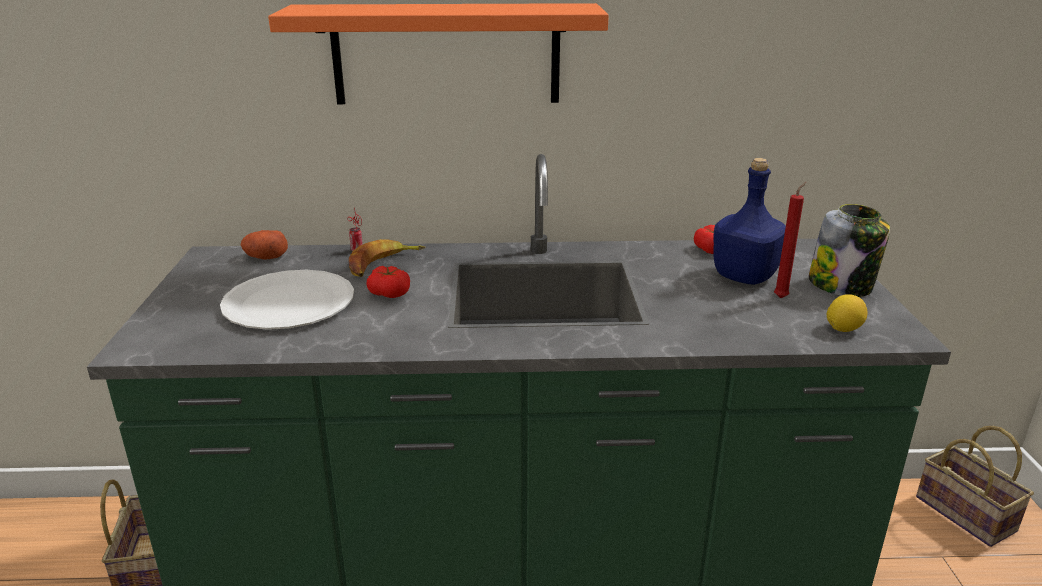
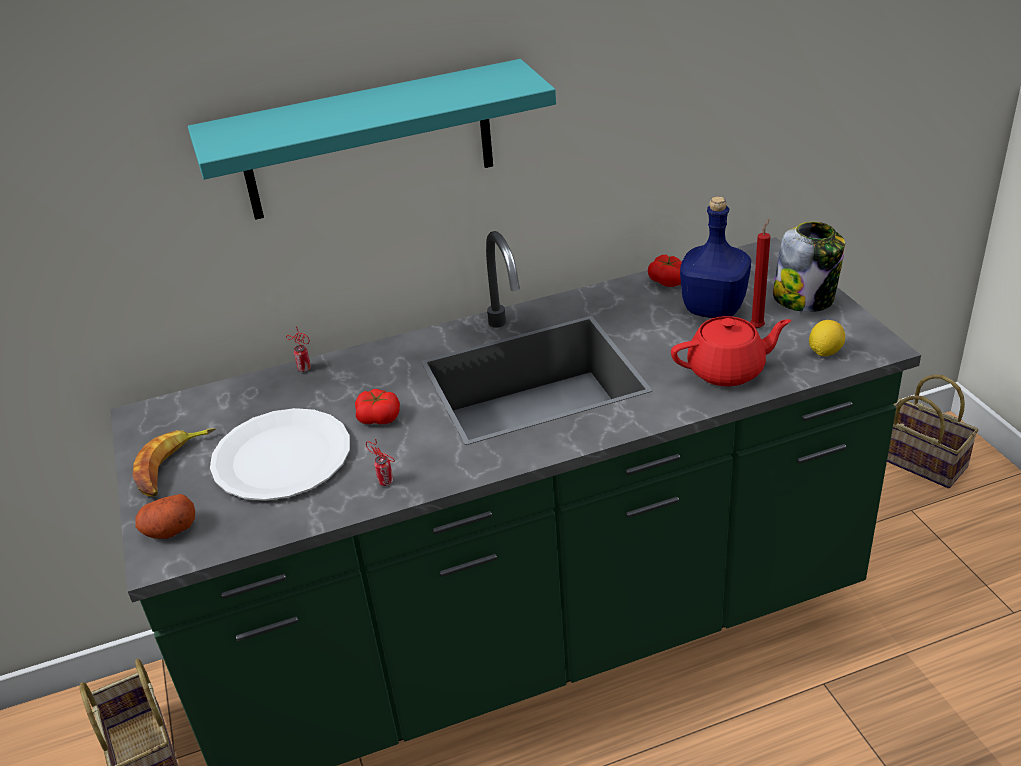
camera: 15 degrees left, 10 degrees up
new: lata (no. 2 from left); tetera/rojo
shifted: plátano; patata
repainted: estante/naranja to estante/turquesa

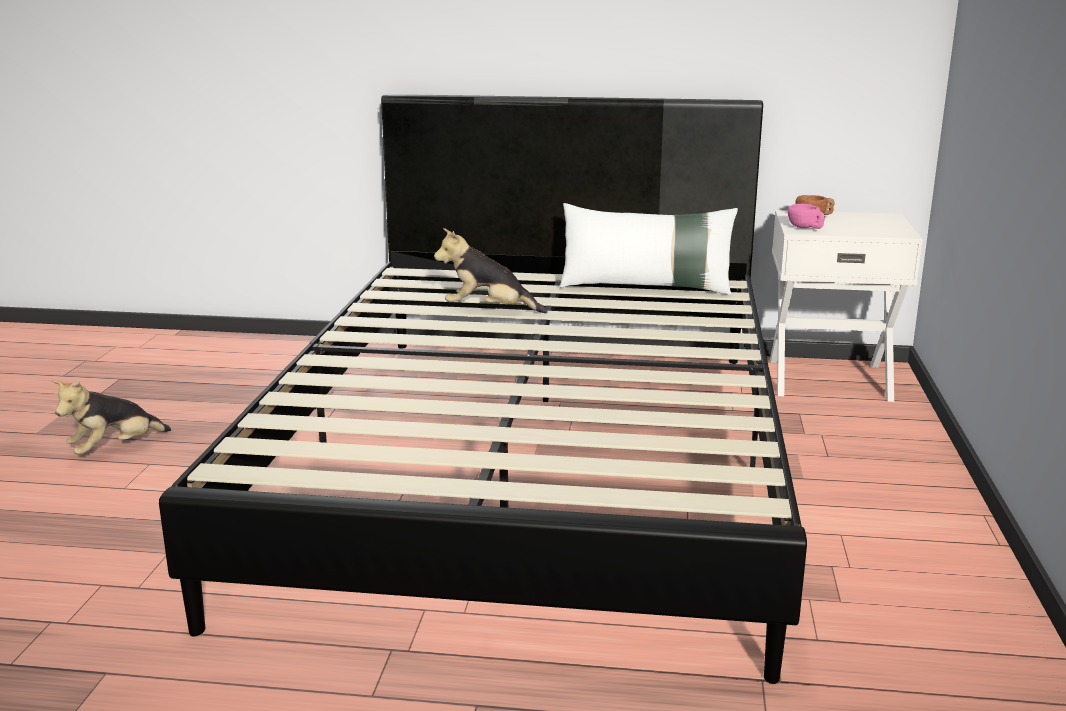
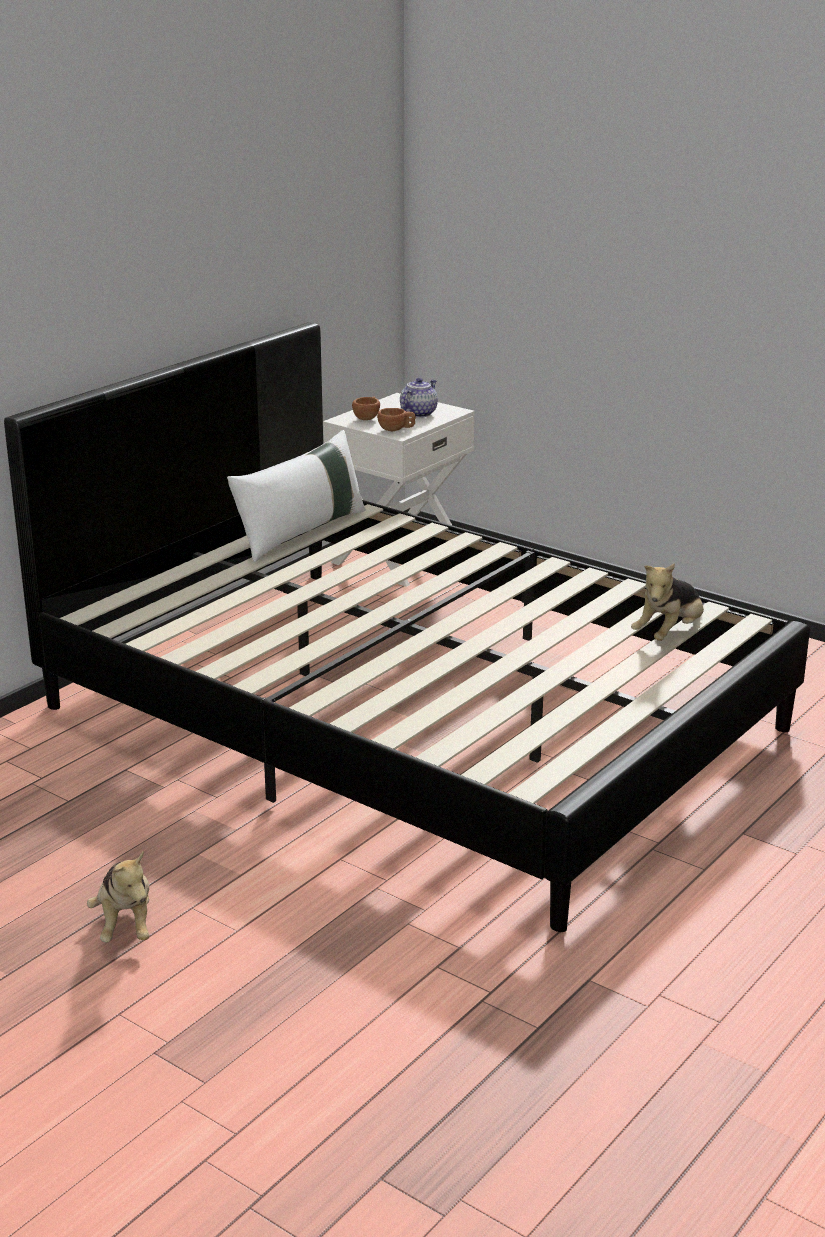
camera: 60 degrees left, 5 degrees up
new: tetera
shifted: peluche (no. 2 from left)
repainted: taza/rosa to taza/marrón (no. 2 from left)

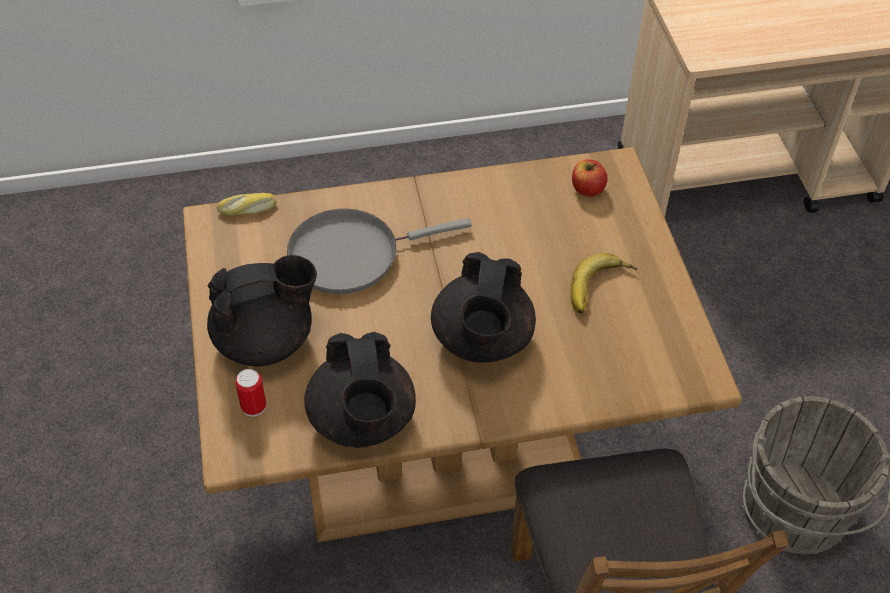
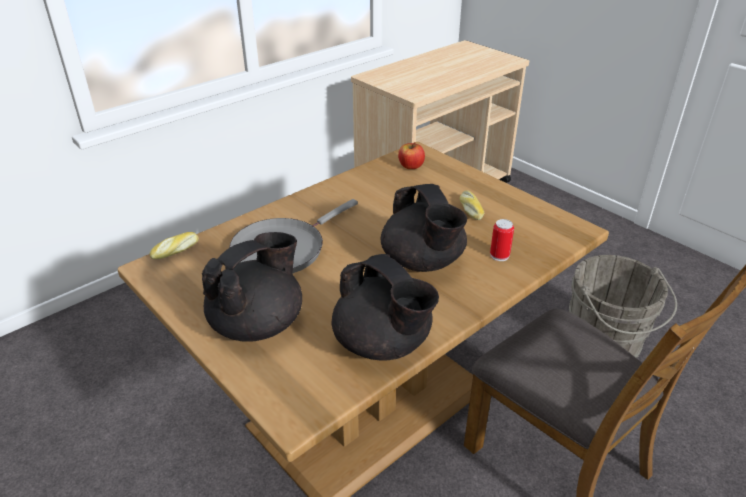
camera: 30 degrees left, 15 degrees down
shifted: lata
swapped: plátano to pan (no. 2 from left)

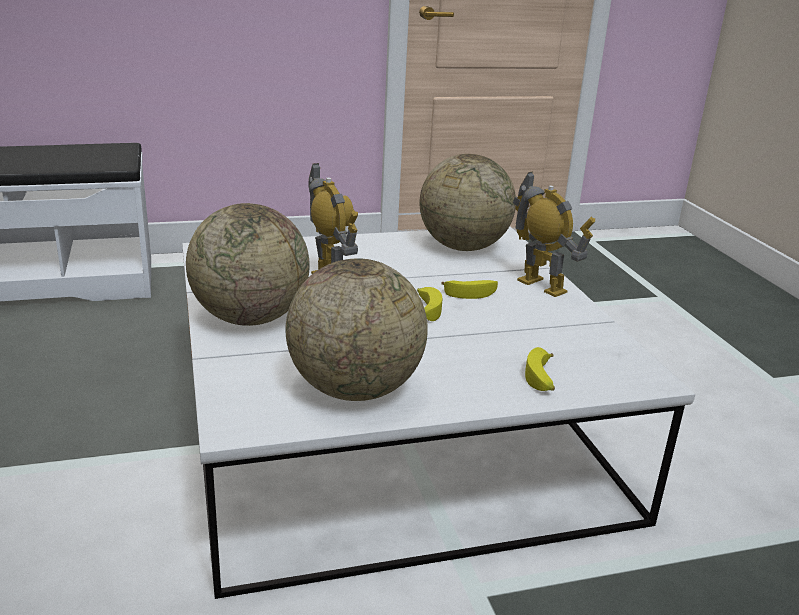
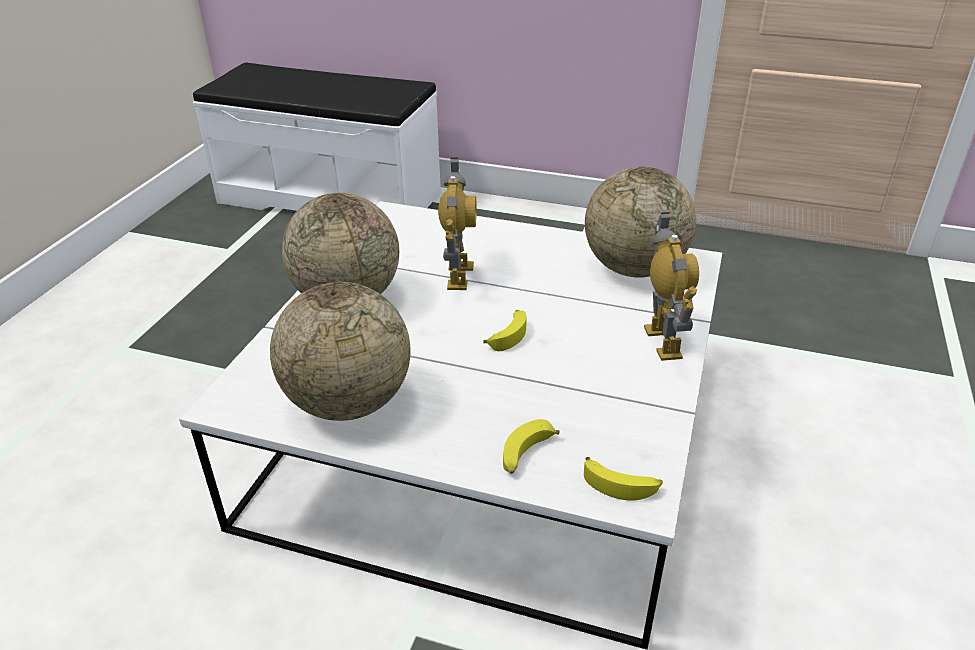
camera: 35 degrees right, 10 degrees up
shifted: plátano (no. 2 from left in the first image) to plátano (no. 3 from left)

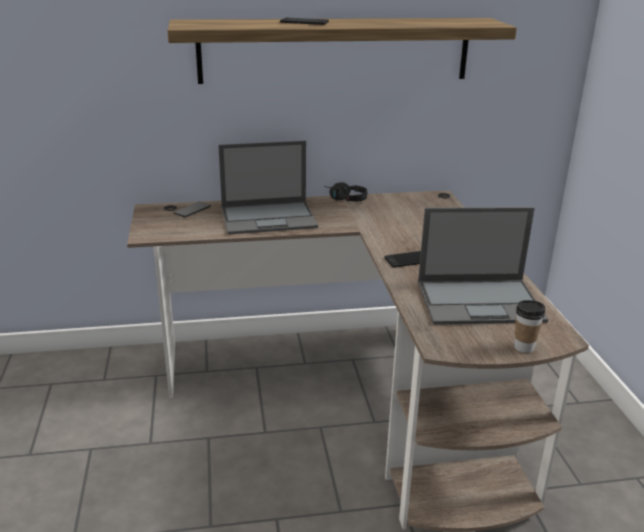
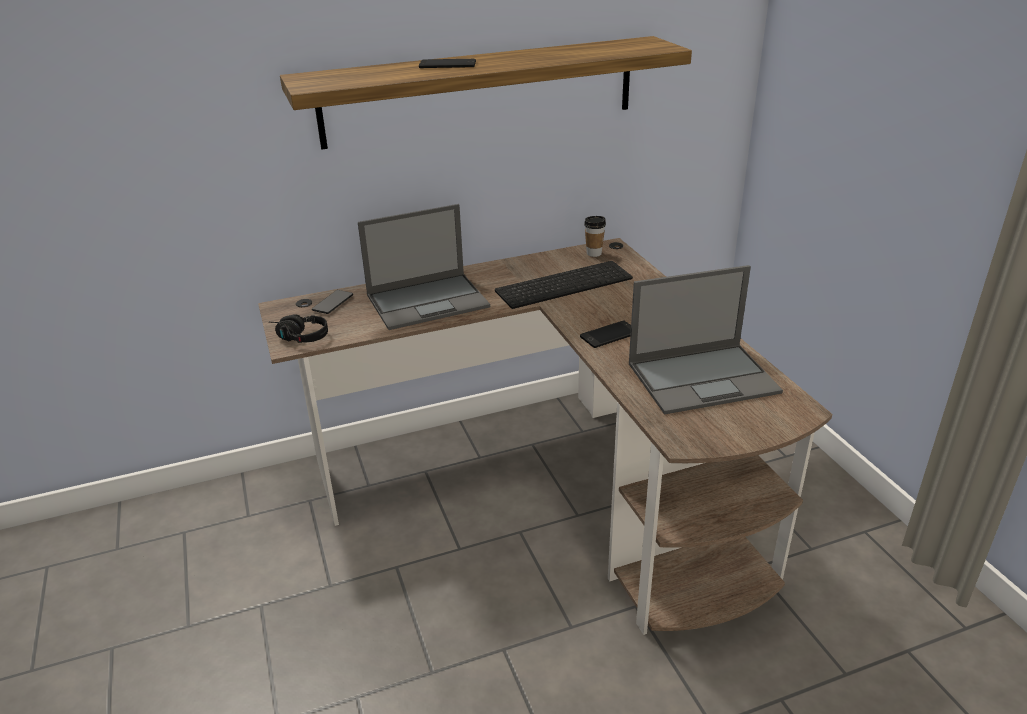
camera: 10 degrees left, 5 degrees up
new: teclado
shifted: auriculares/negro; taza

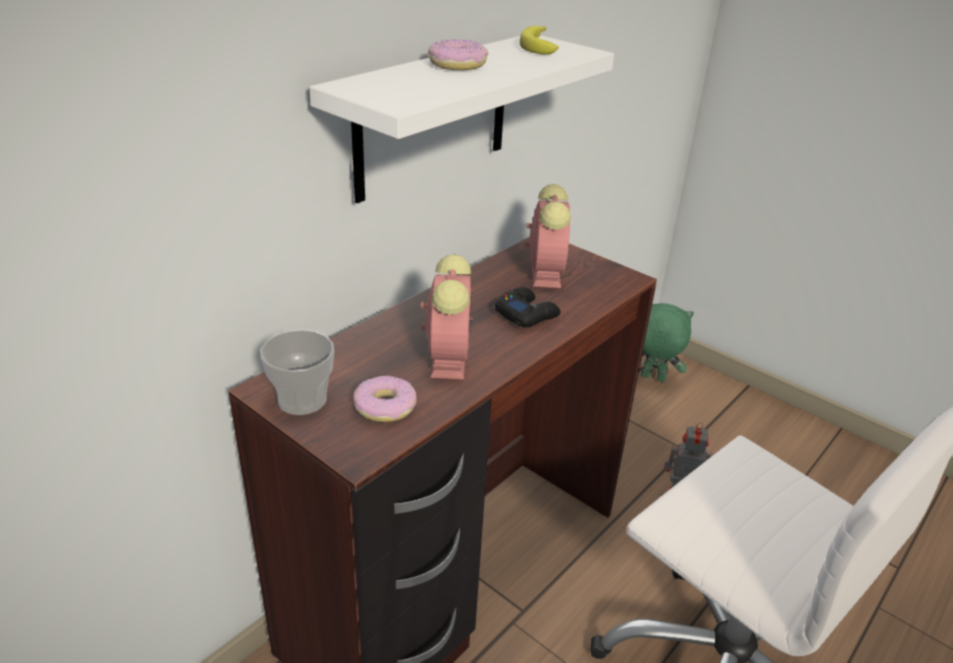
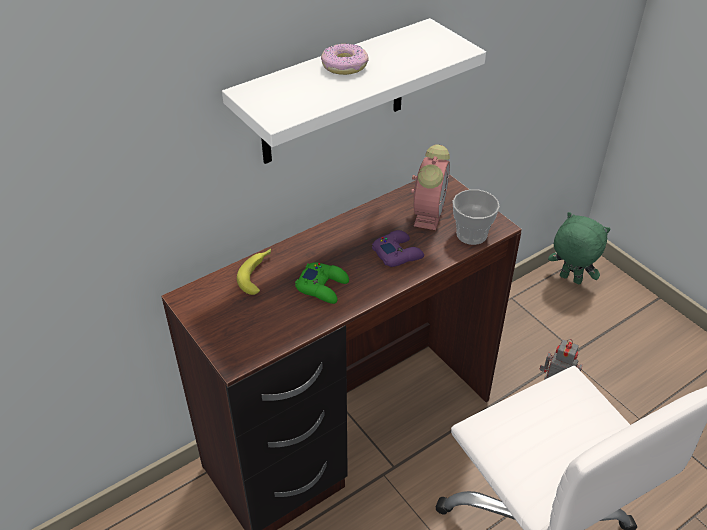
camera: 15 degrees right, 10 degrees up
gone: rosquilla (no. 1 from left)
shifted: plátano; taza
swapped: despertador (no. 1 from left) to mando de consola/verde
repainted: mando de consola/negro to mando de consola/morado

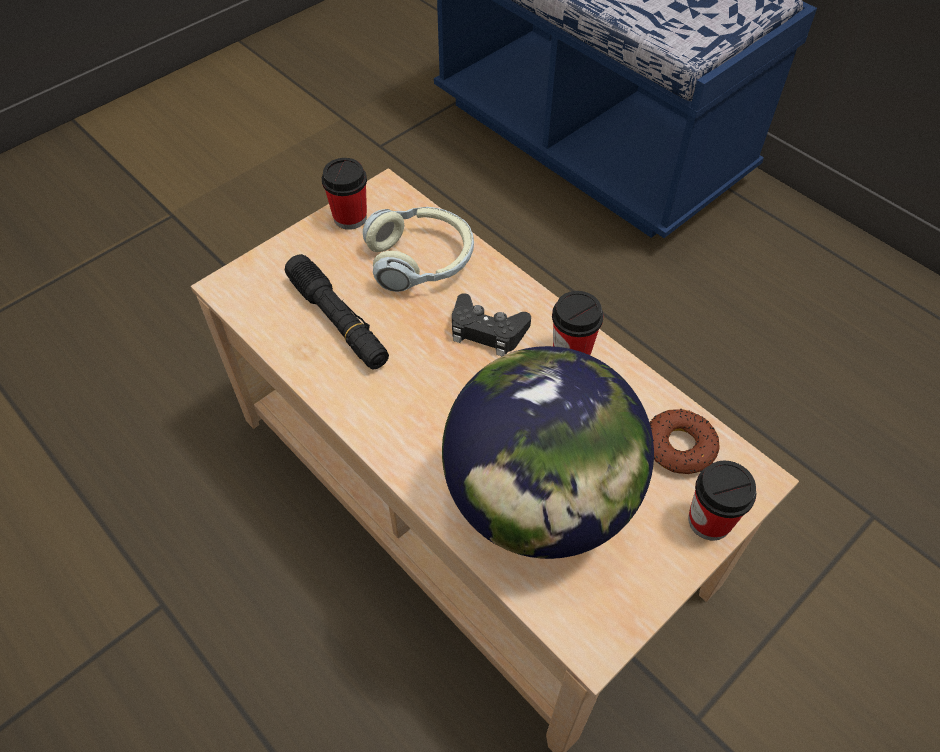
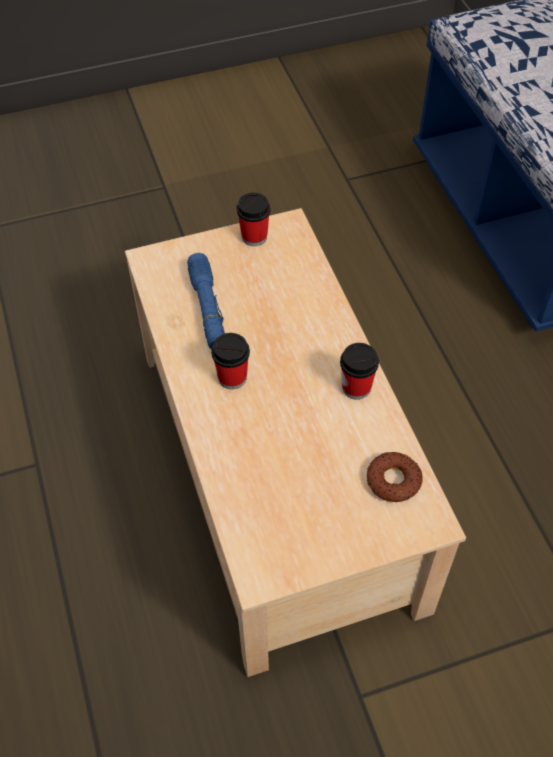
camera: 25 degrees right, 0 degrees up
gone: auriculares; globo terráqueo; mando de consola/negro
shifted: taza (no. 3 from left in the first image) to taza (no. 1 from left)
repainted: linterna/negro to linterna/azul

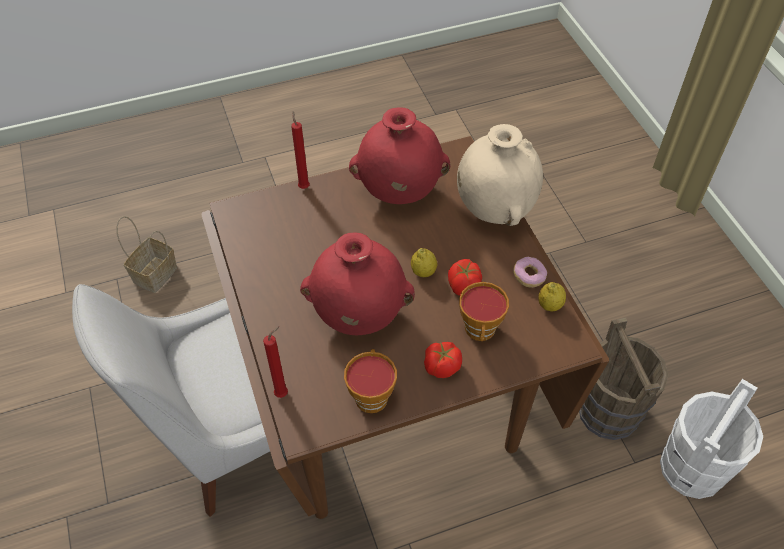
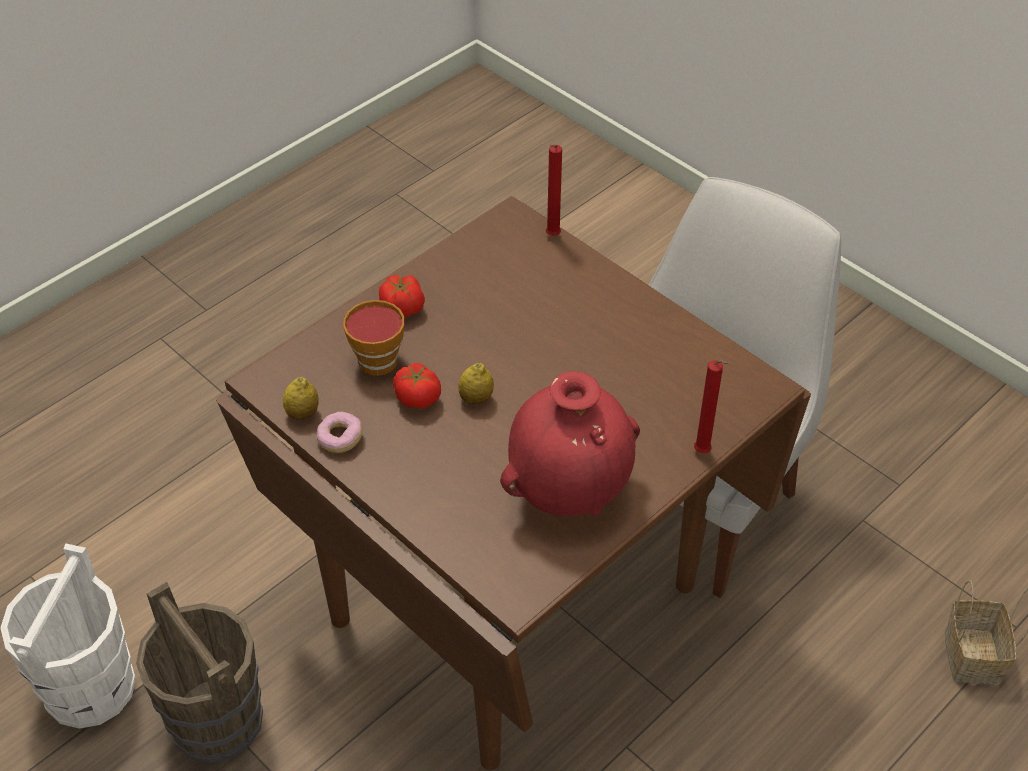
camera: 155 degrees right, 5 degrees down
gone: florero/rojo (no. 1 from left); taza (no. 1 from left); florero/beis

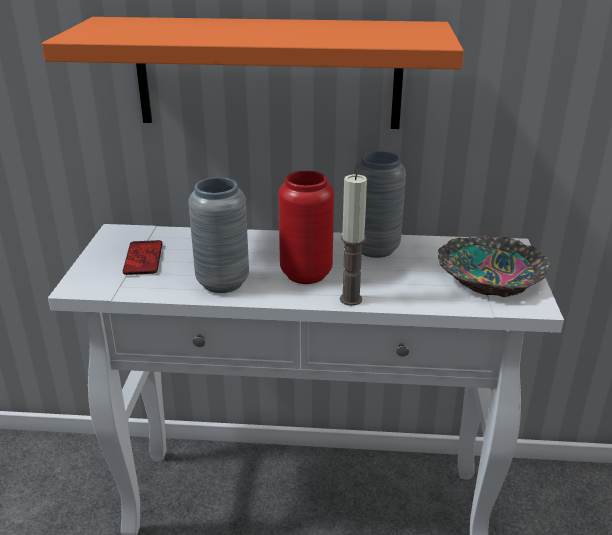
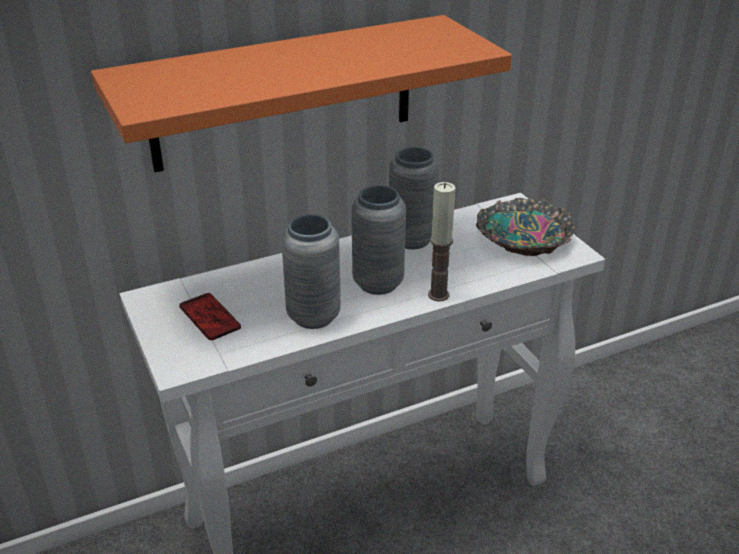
camera: 30 degrees left, 5 degrees up
repainted: florero/rojo to florero/gris (no. 2 from left)

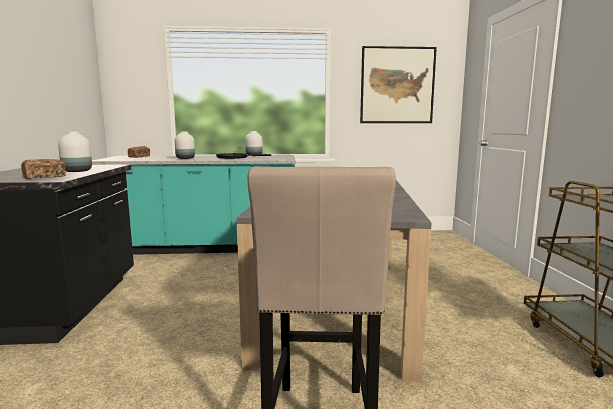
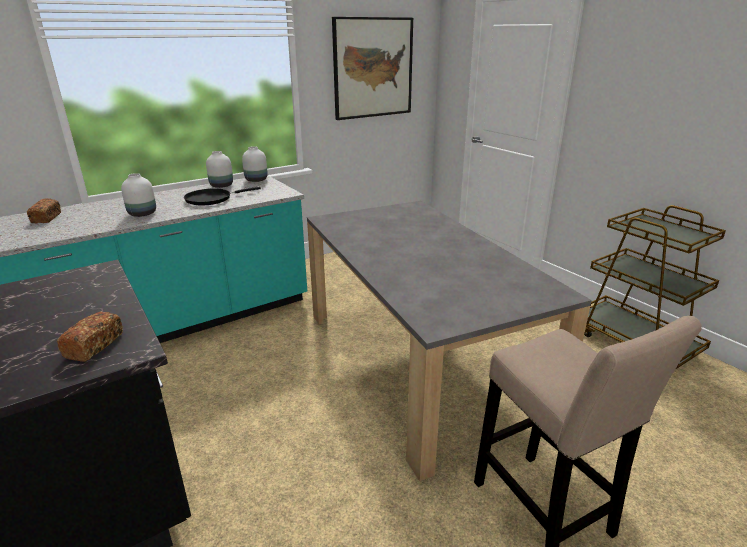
camera: 30 degrees left, 15 degrees up
shifted: florero/blanco (no. 1 from left in the first image) to florero/blanco (no. 3 from left)

